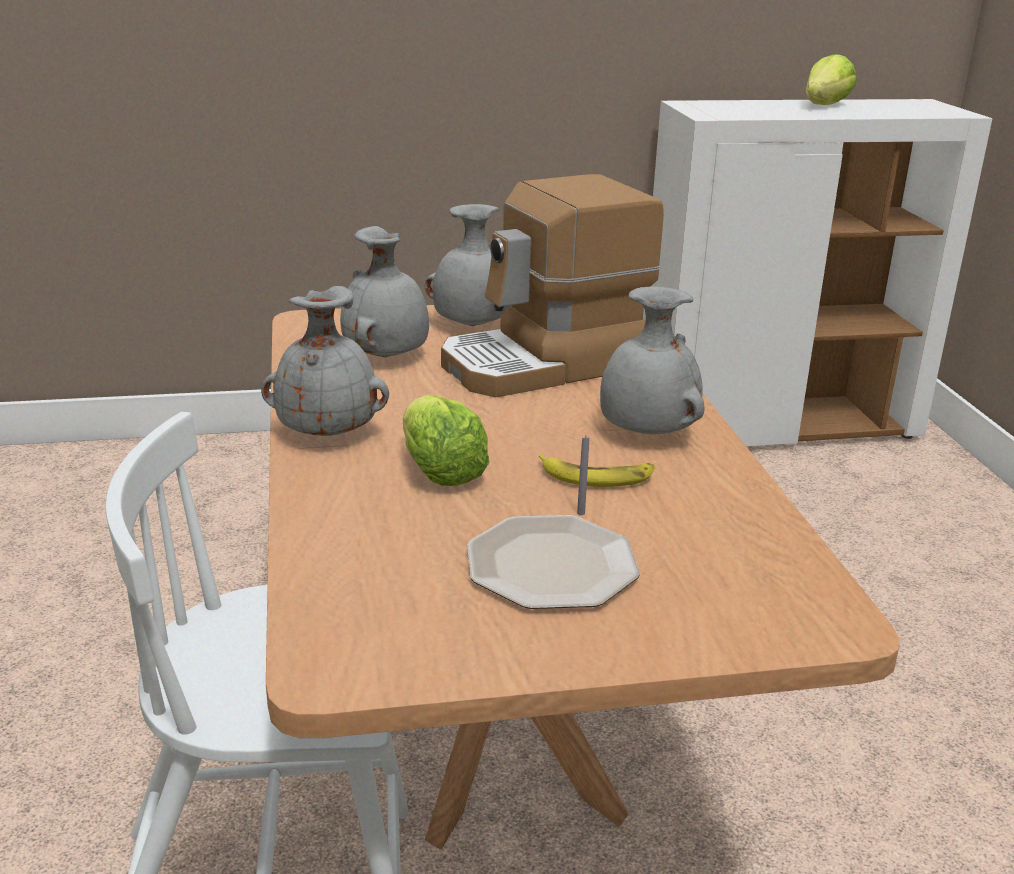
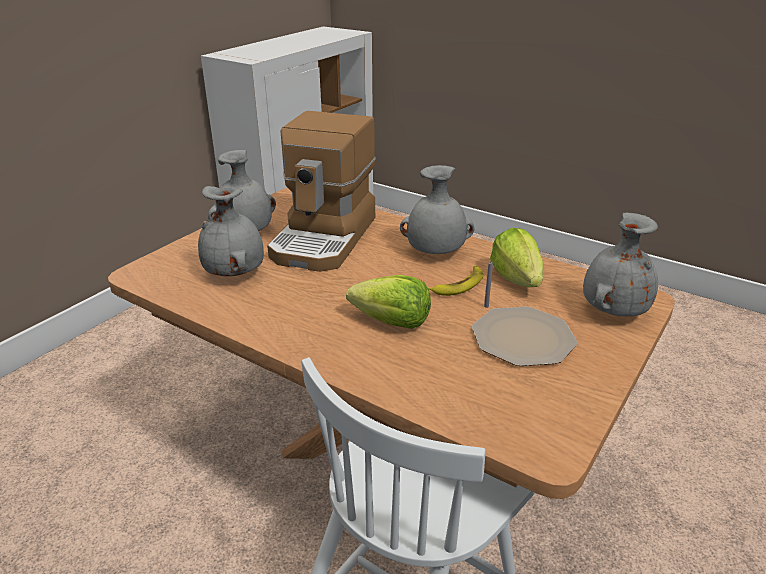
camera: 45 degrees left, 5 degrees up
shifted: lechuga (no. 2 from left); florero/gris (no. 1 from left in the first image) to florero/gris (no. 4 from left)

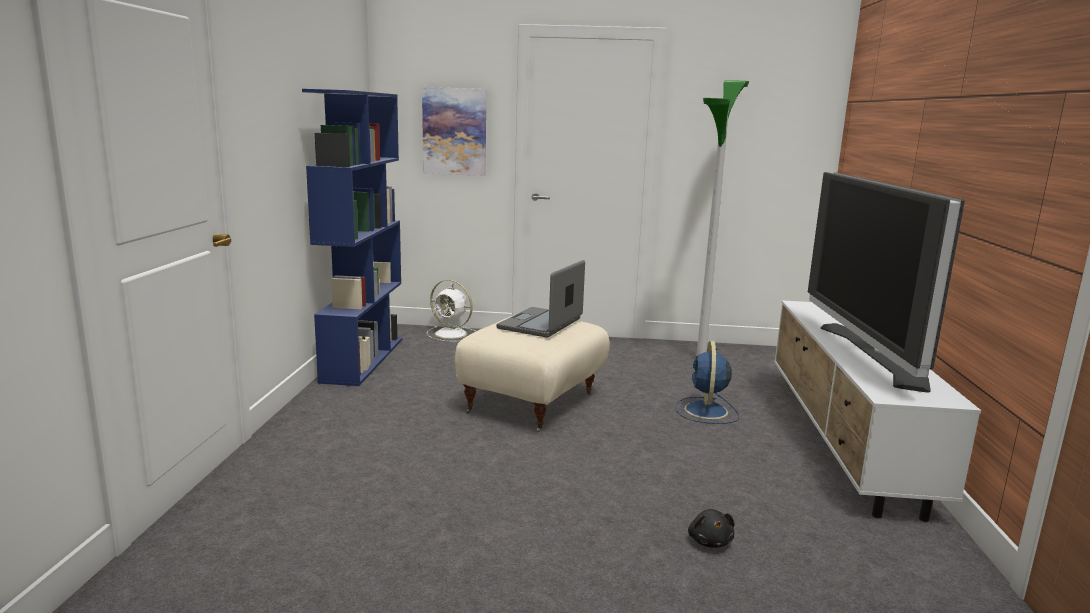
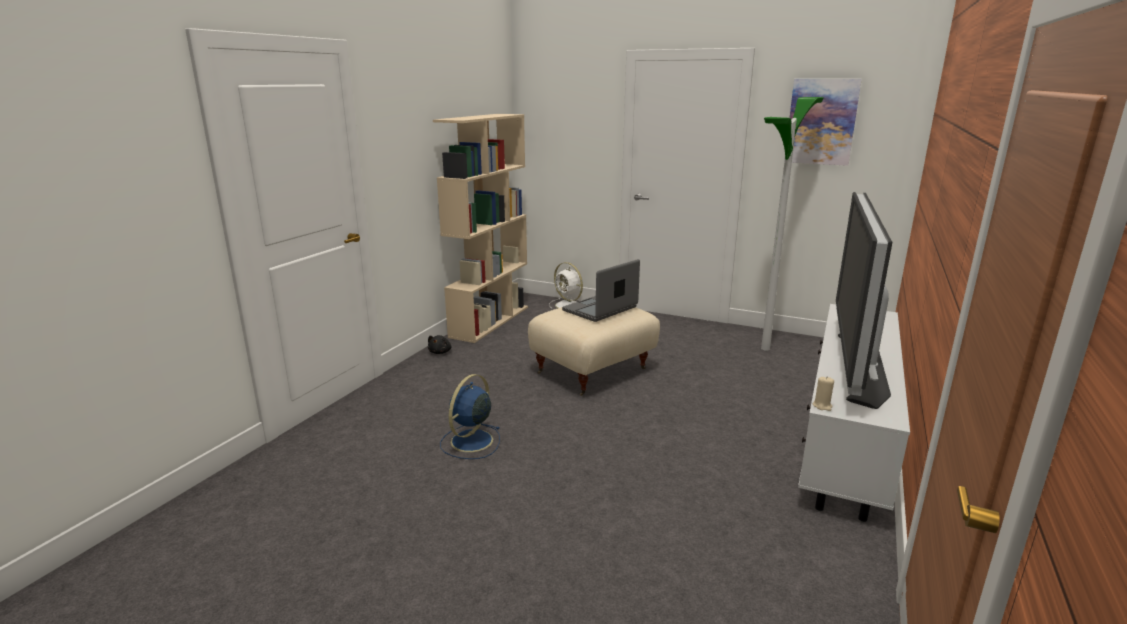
camera: 20 degrees right, 5 degrees up
new: vela/beis
shifted: peluche/negro; ventilador/azul; cuadro
repainted: estantería/azul to estantería/beis

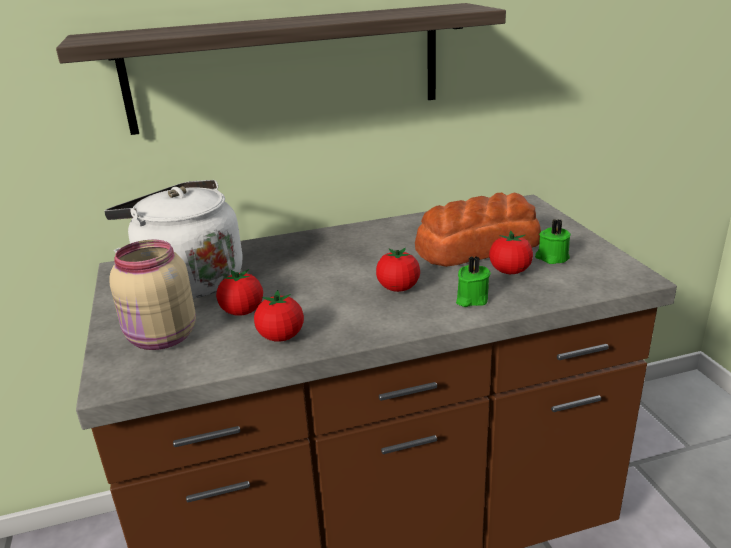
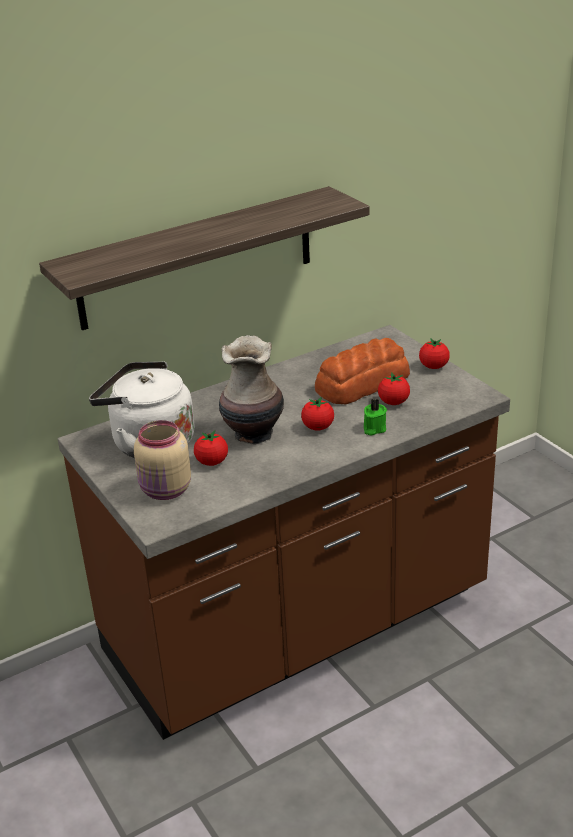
camera: 15 degrees left, 5 degrees up
gone: vela/verde (no. 2 from left)
new: florero
shifted: tomate (no. 2 from left in the first image) to tomate (no. 4 from left)

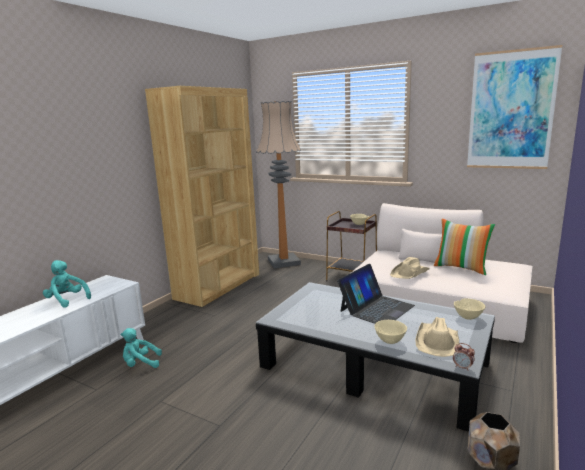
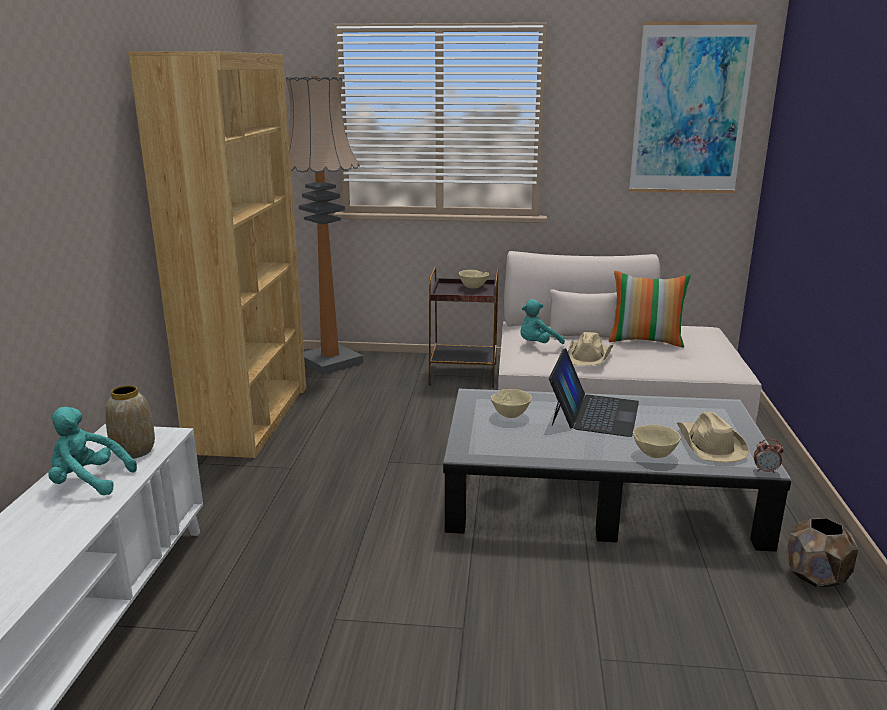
camera: 25 degrees left, 5 degrees up
new: florero
shifted: cuenco/beis (no. 3 from left in the first image) to cuenco/beis (no. 2 from left); peluche/turquesa (no. 2 from left)

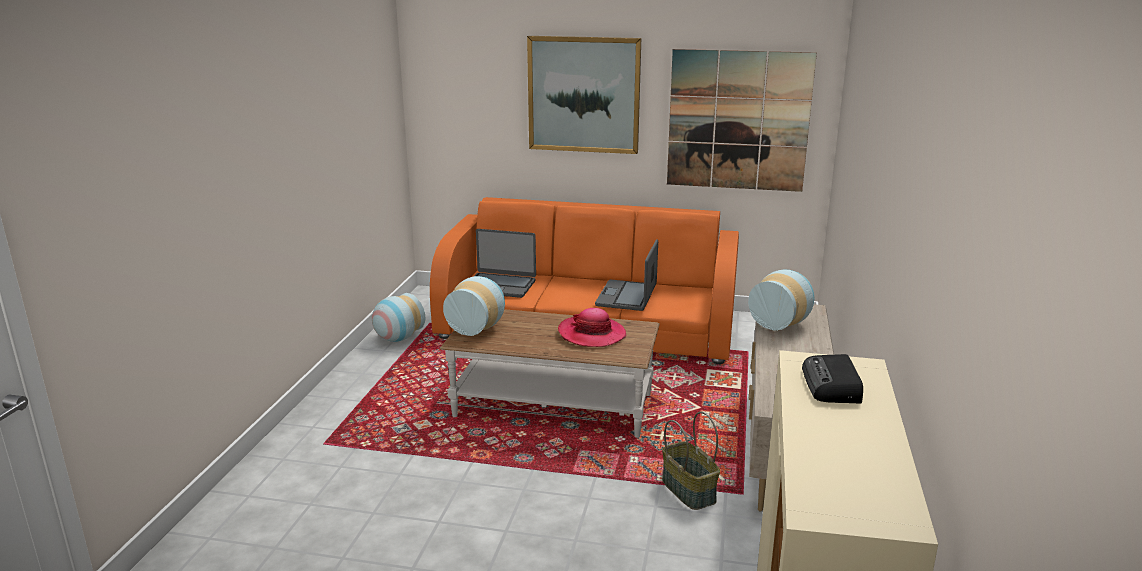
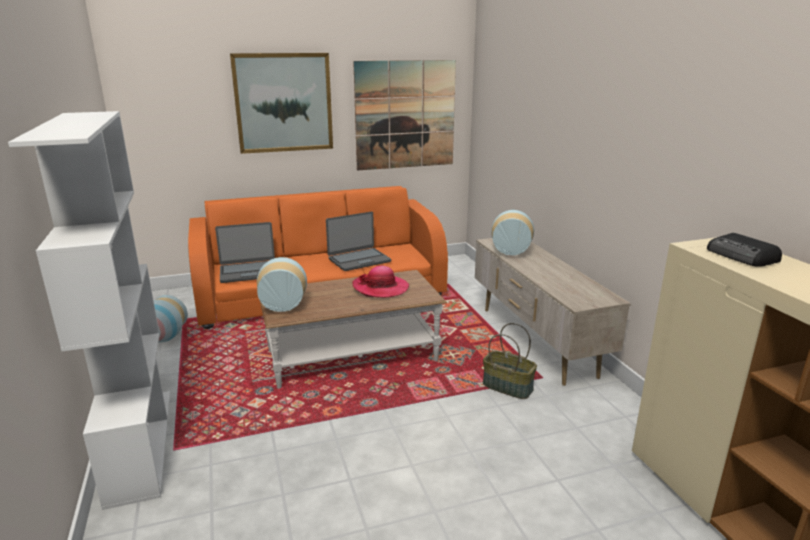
camera: 30 degrees left, 0 degrees up
new: estantería/blanco
rotated: portátil (no. 2 from left) 105 degrees counterclockwise

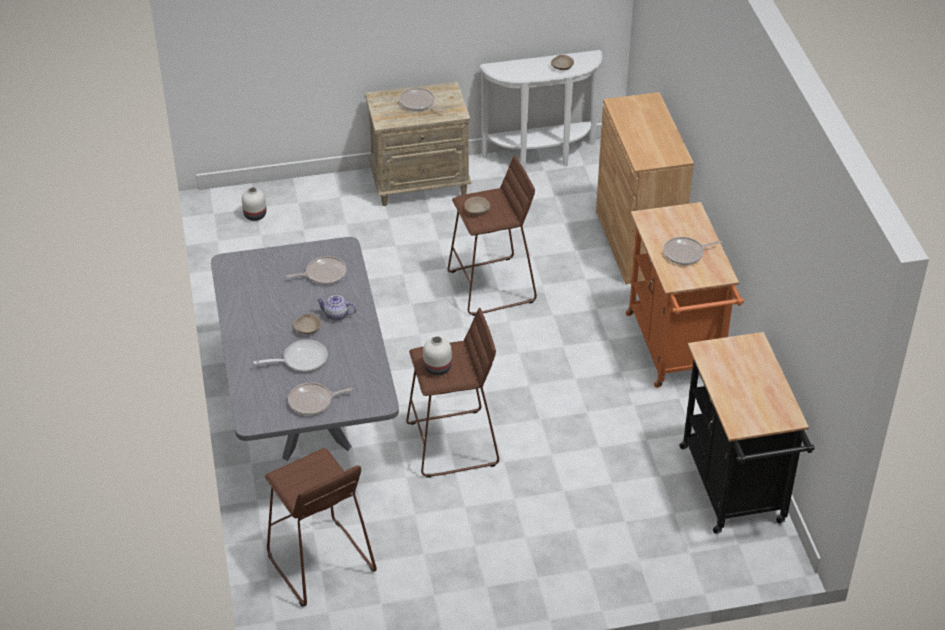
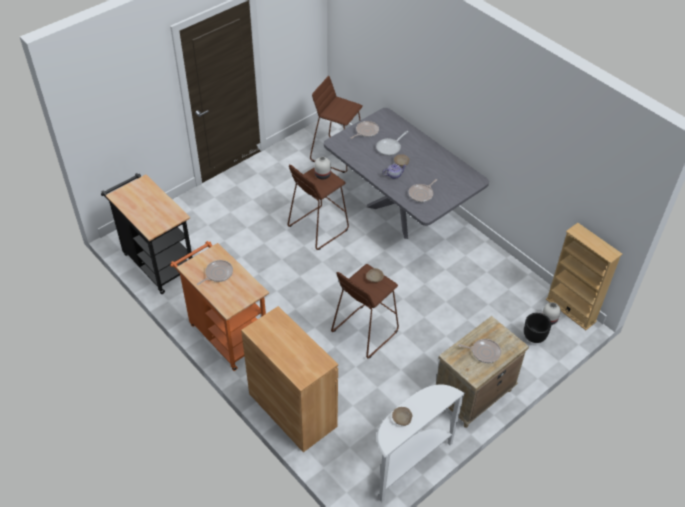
camera: 150 degrees right, 5 degrees up
new: maceta/negro; estantería/beis

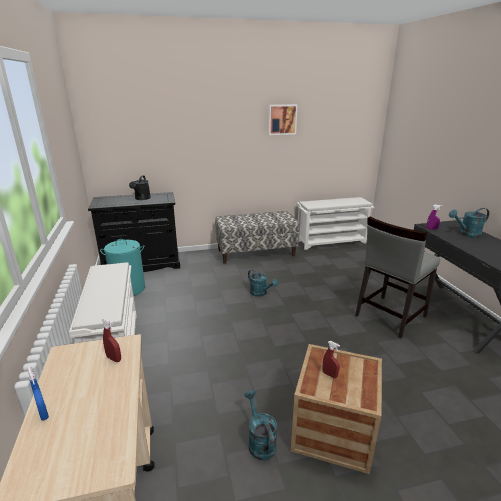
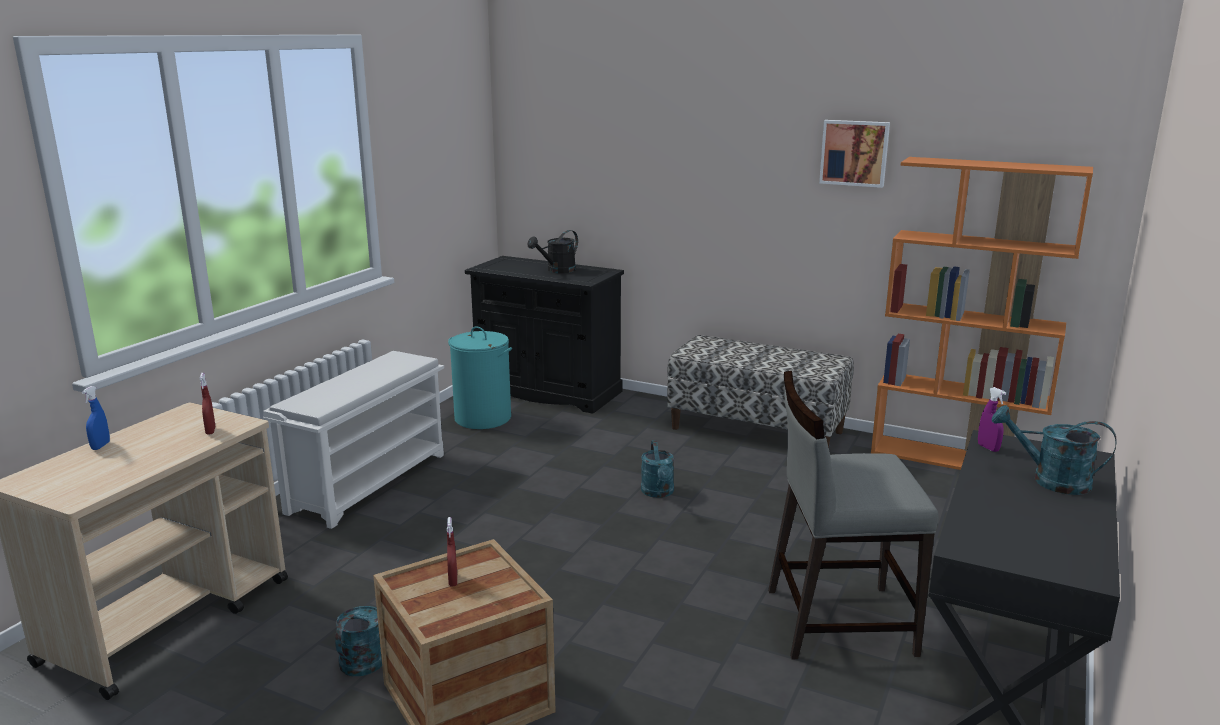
camera: 40 degrees right, 5 degrees down
swapped: zapatero/blanco (no. 2 from left) to estantería/naranja

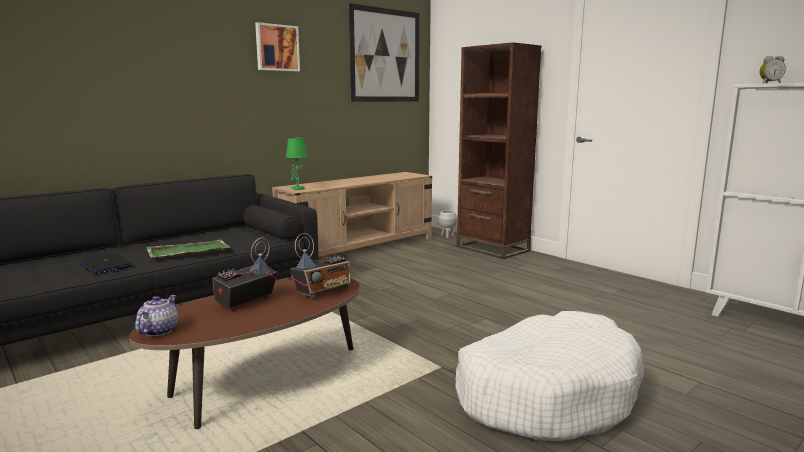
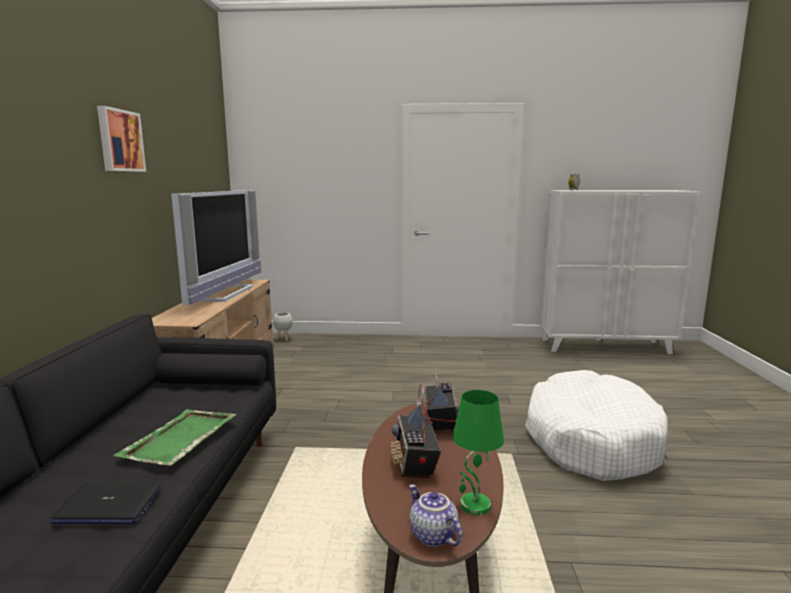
camera: 45 degrees left, 0 degrees up
gone: cuadro (no. 2 from left); estantería/marrón
new: televisor
shifted: lámpara de mesa/verde

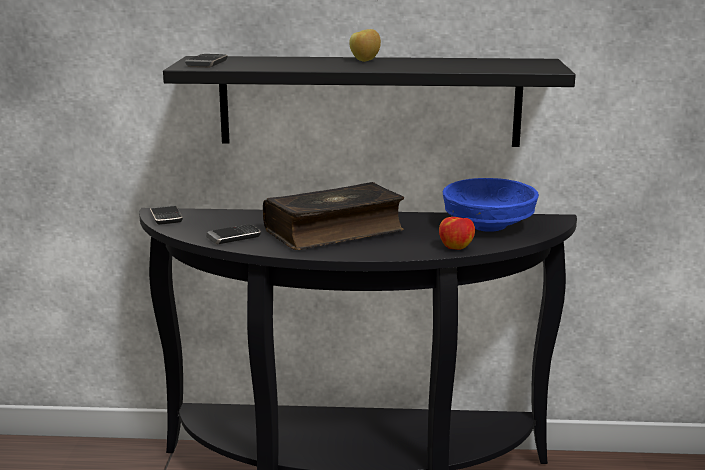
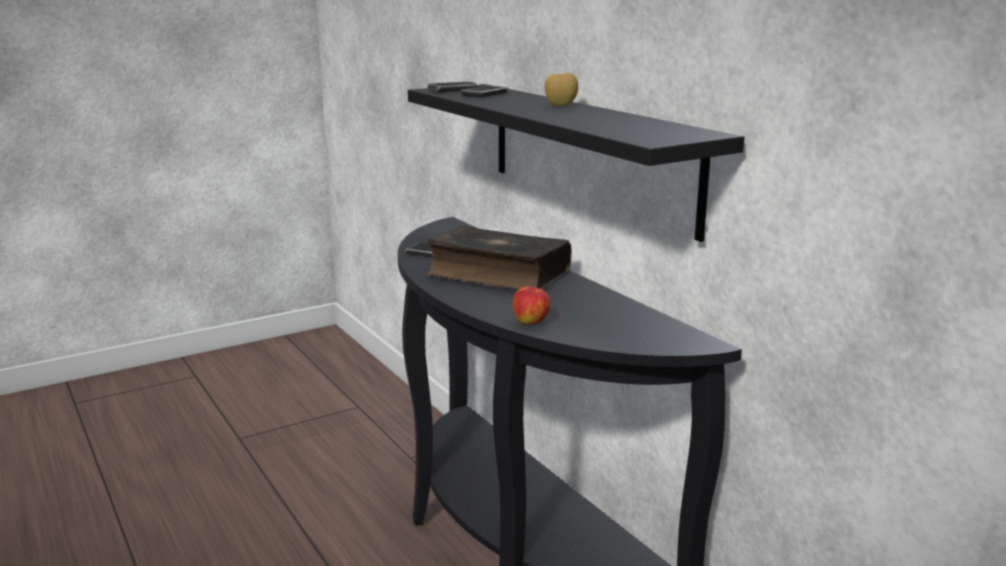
camera: 55 degrees right, 0 degrees up
gone: cuenco/azul
shifted: móvil (no. 1 from left in the first image) to móvil (no. 3 from left)

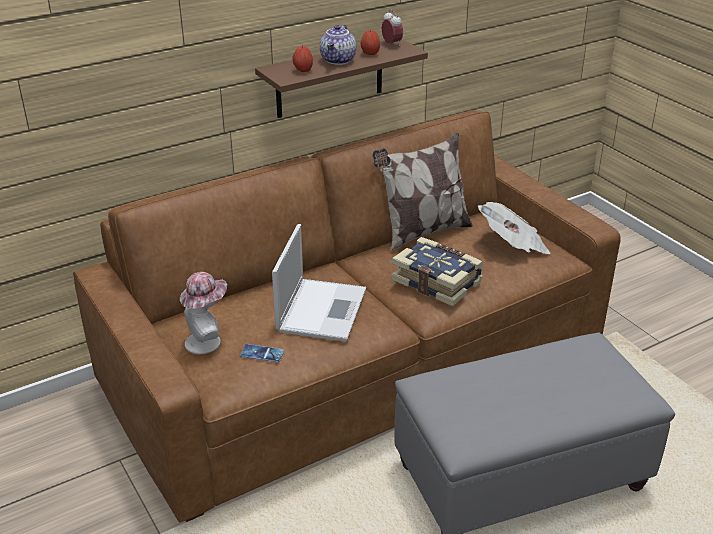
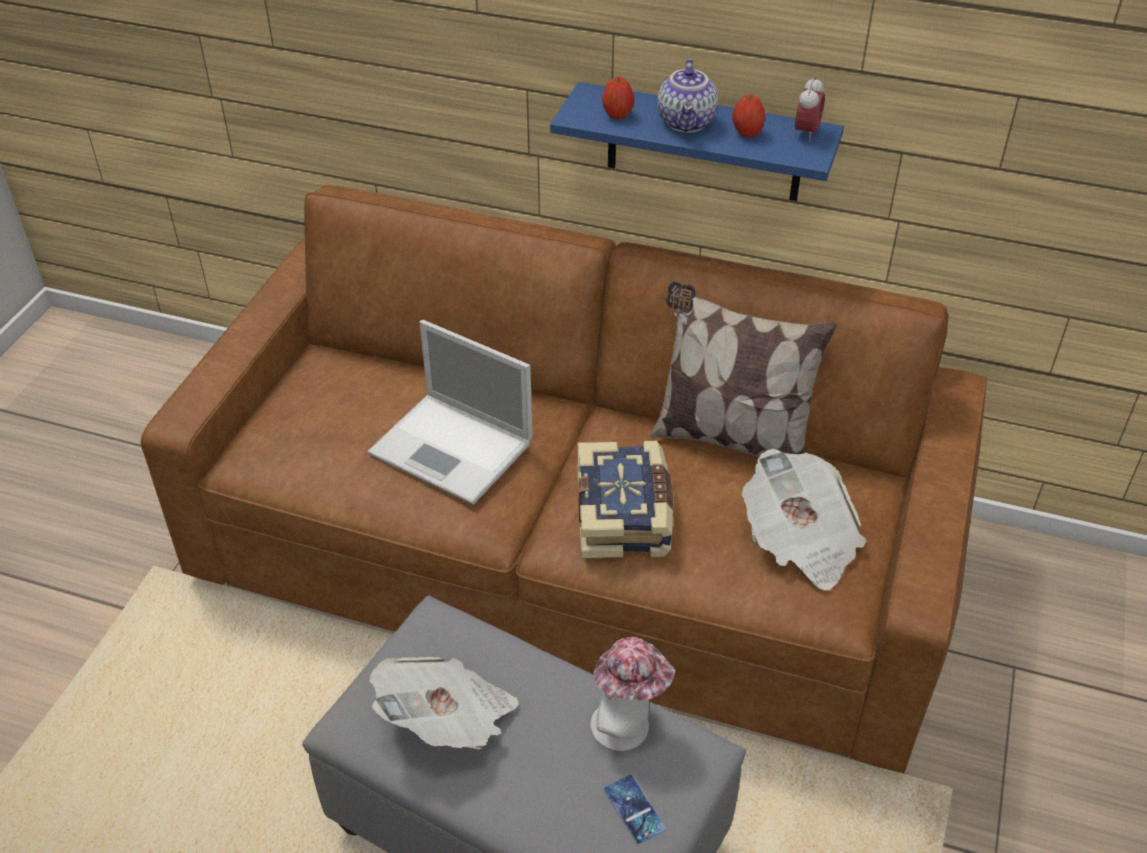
camera: 50 degrees right, 10 degrees up
new: periódico (no. 1 from left)
shifted: sombrero; móvil
repainted: estante/marrón to estante/azul
rotated: portátil 60 degrees clockwise; tetera 60 degrees counterclockwise

